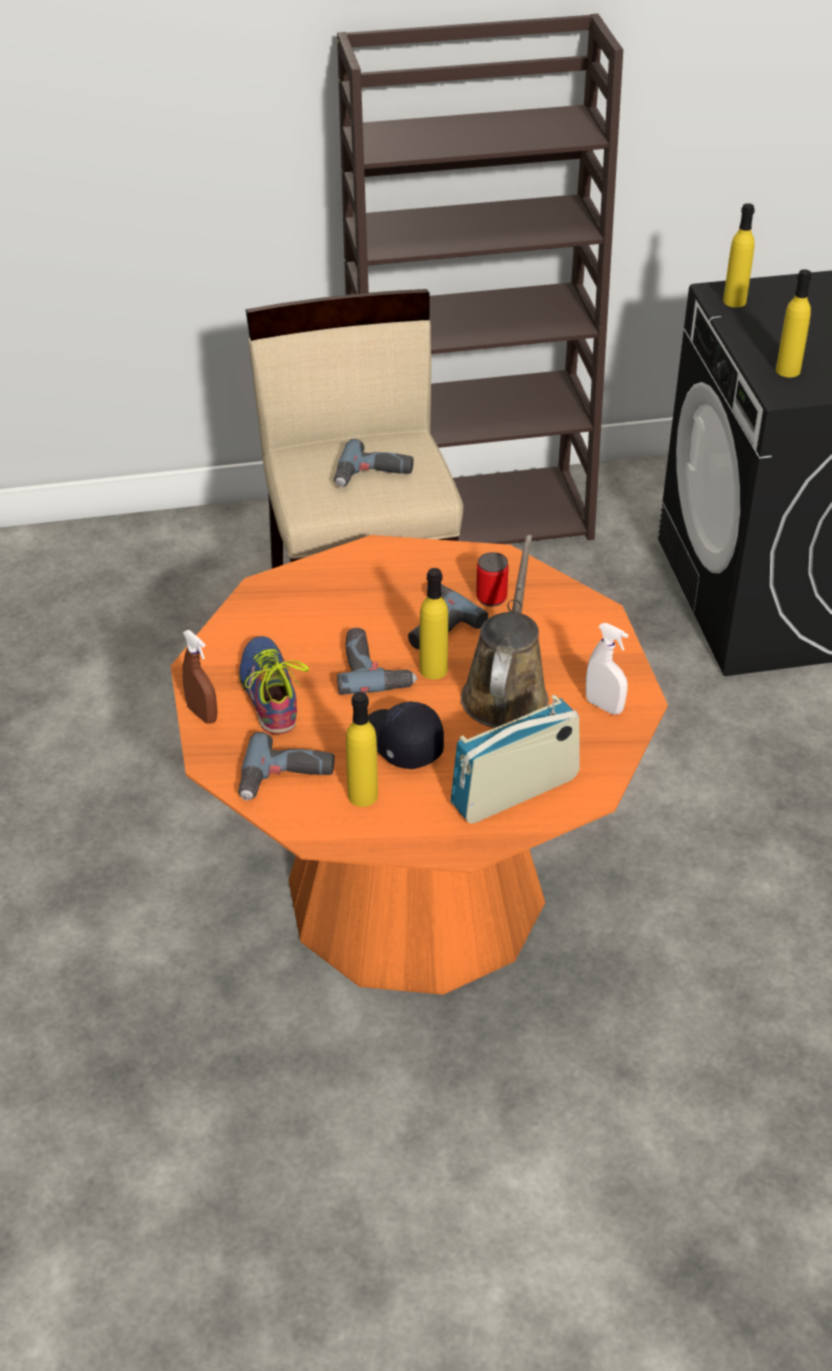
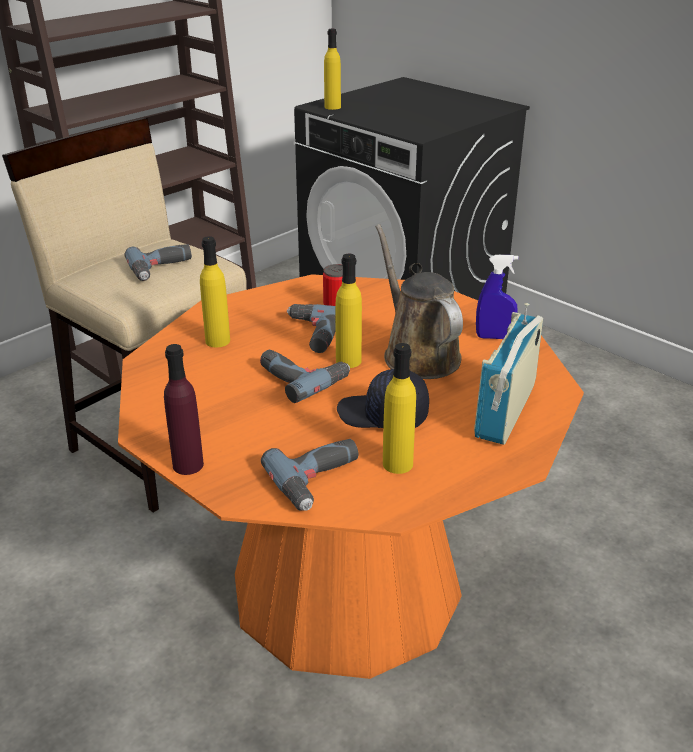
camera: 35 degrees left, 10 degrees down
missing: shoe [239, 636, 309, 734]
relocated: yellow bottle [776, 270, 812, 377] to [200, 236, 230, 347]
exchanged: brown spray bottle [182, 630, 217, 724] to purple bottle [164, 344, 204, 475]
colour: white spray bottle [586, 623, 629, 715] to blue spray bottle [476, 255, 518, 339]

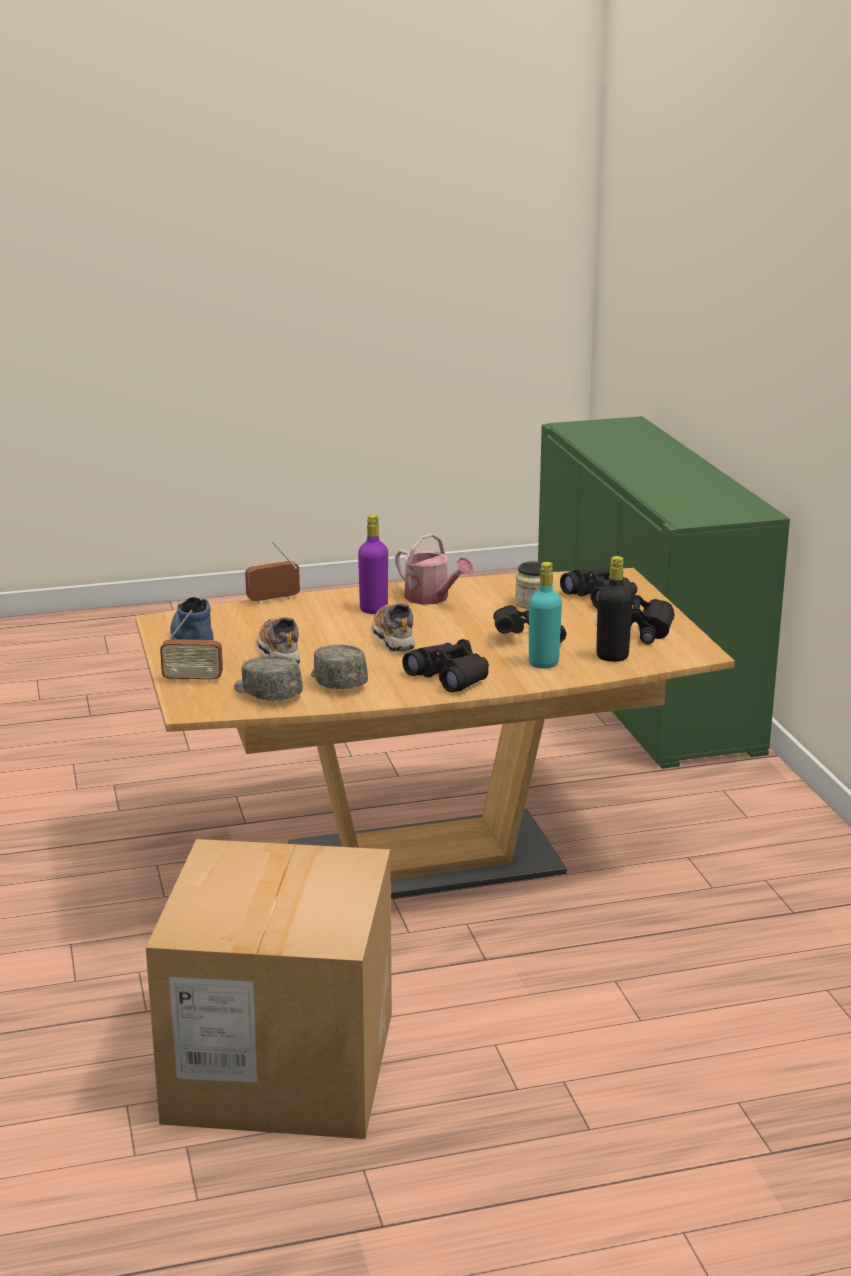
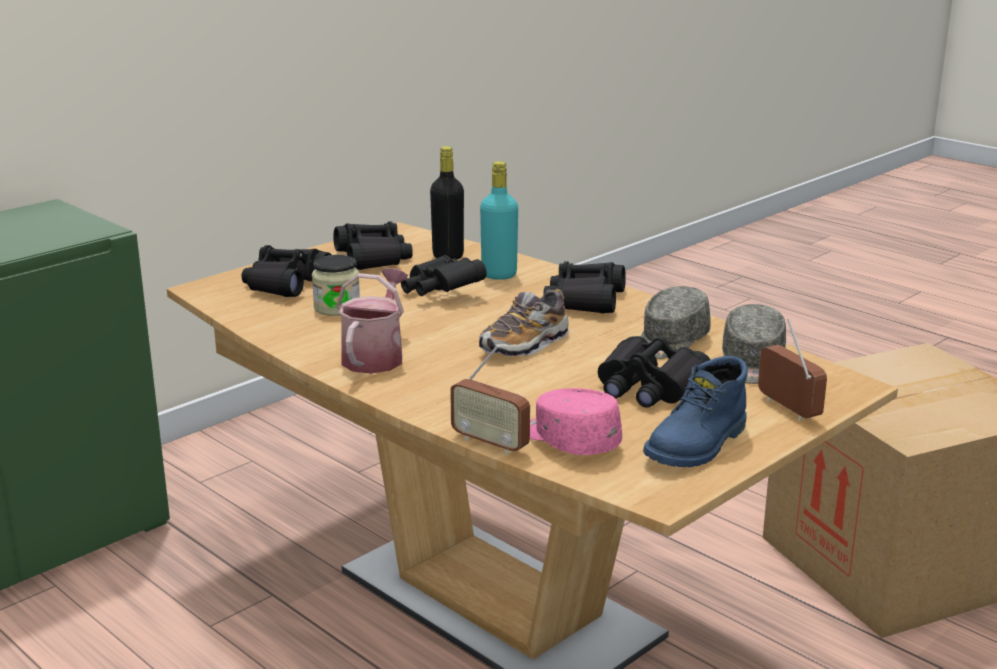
camera: 120 degrees left, 0 degrees up
missing: purple bottle [358, 514, 388, 614]
appeared: pink cap [530, 388, 622, 455]
exchanged: shoe [257, 617, 300, 664] to black binoculars [598, 336, 711, 408]

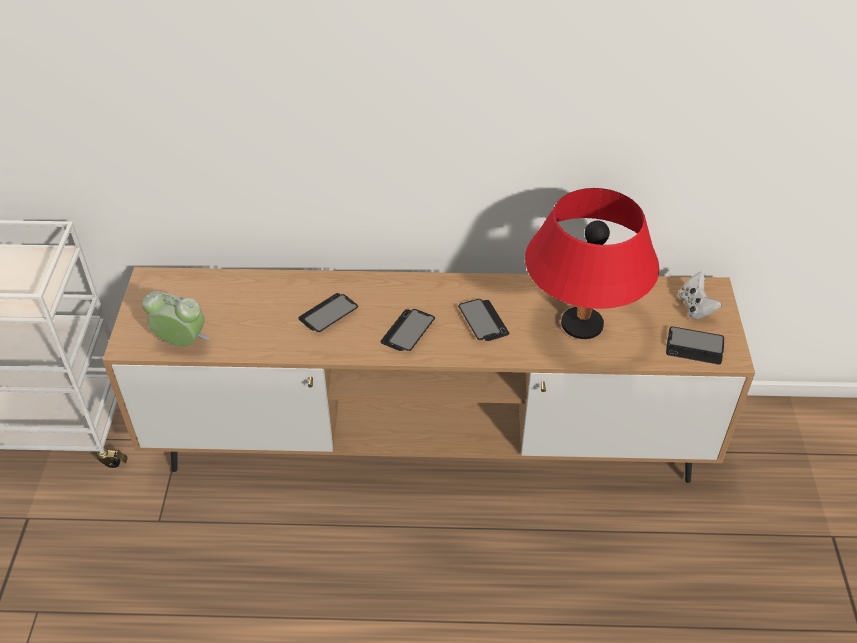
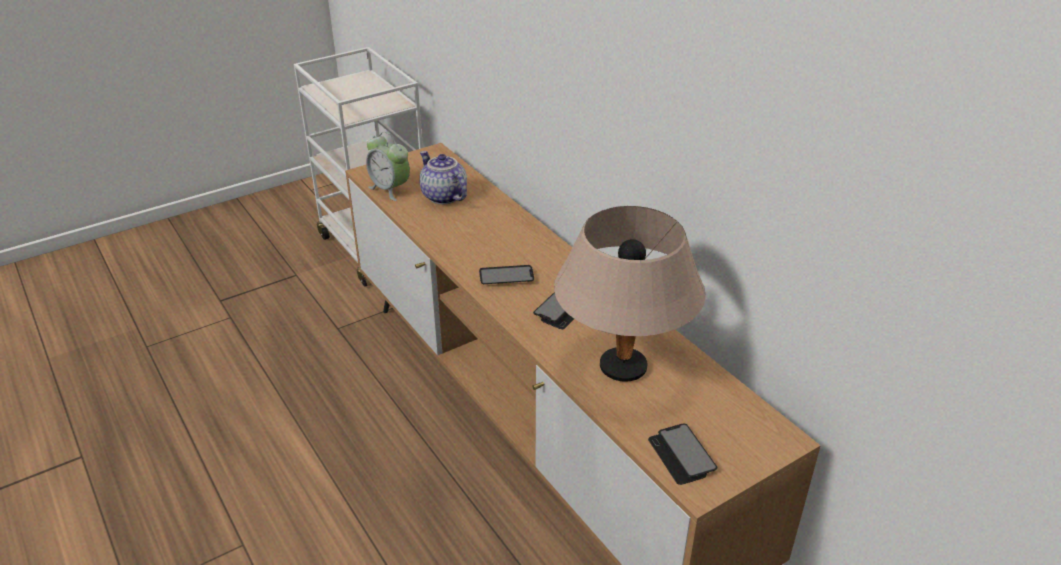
camera: 55 degrees right, 10 degrees down
missing: phone [298, 293, 358, 332]; white game controller [679, 272, 722, 320]
appeared: teapot [419, 151, 467, 204]
colour: red table lamp [525, 188, 659, 339] to beige table lamp [554, 206, 706, 382]
spun: alarm clock [142, 291, 210, 346] = [366, 132, 410, 201] 150 degrees clockwise

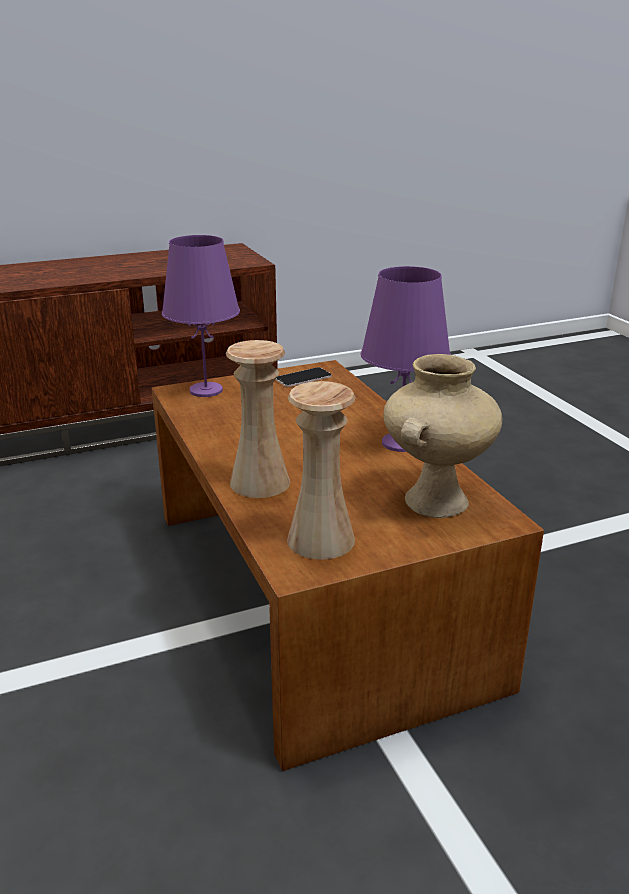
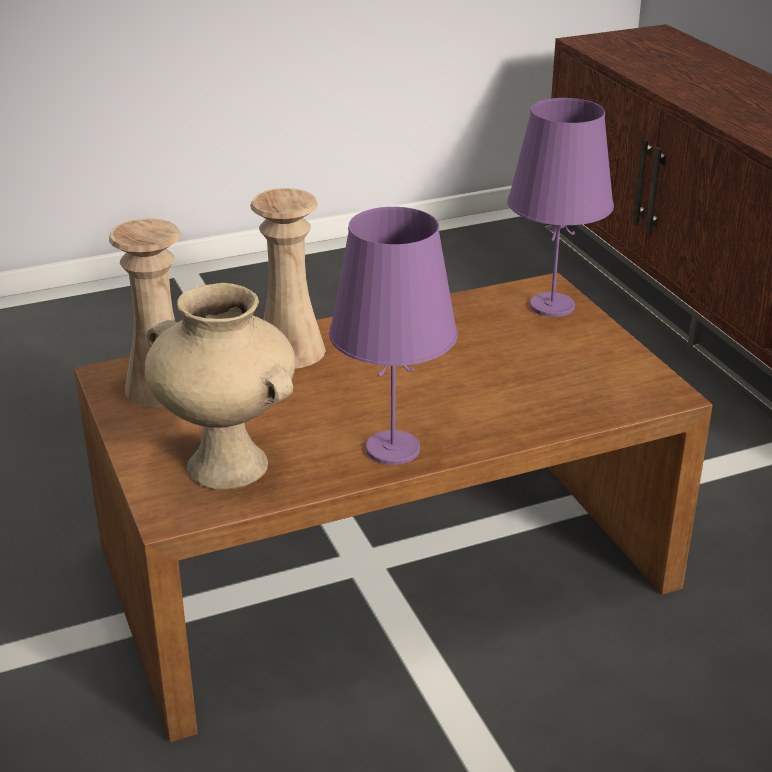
camera: 90 degrees right, 5 degrees up
missing: phone [275, 367, 332, 387]

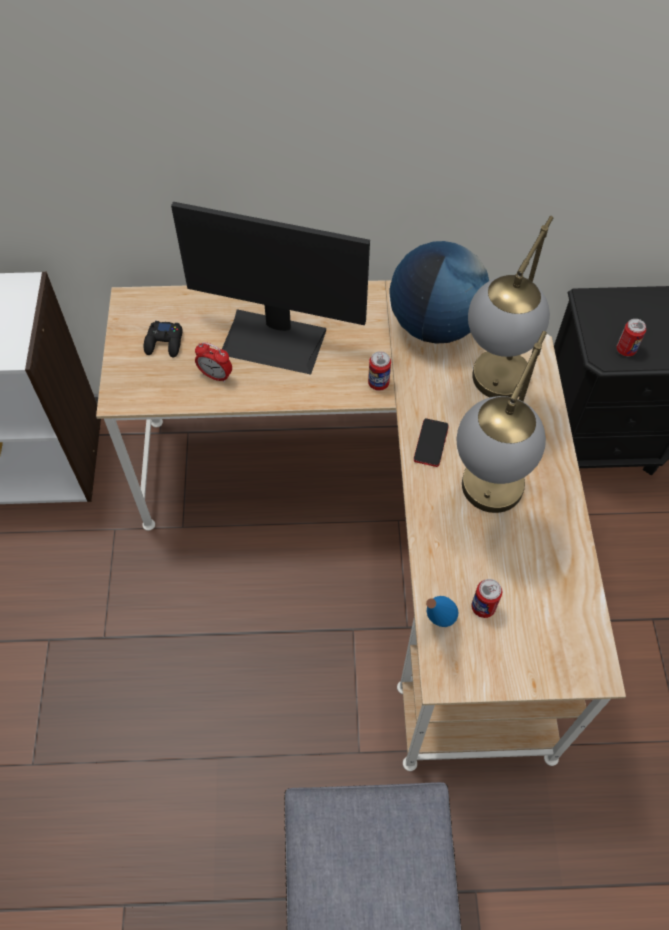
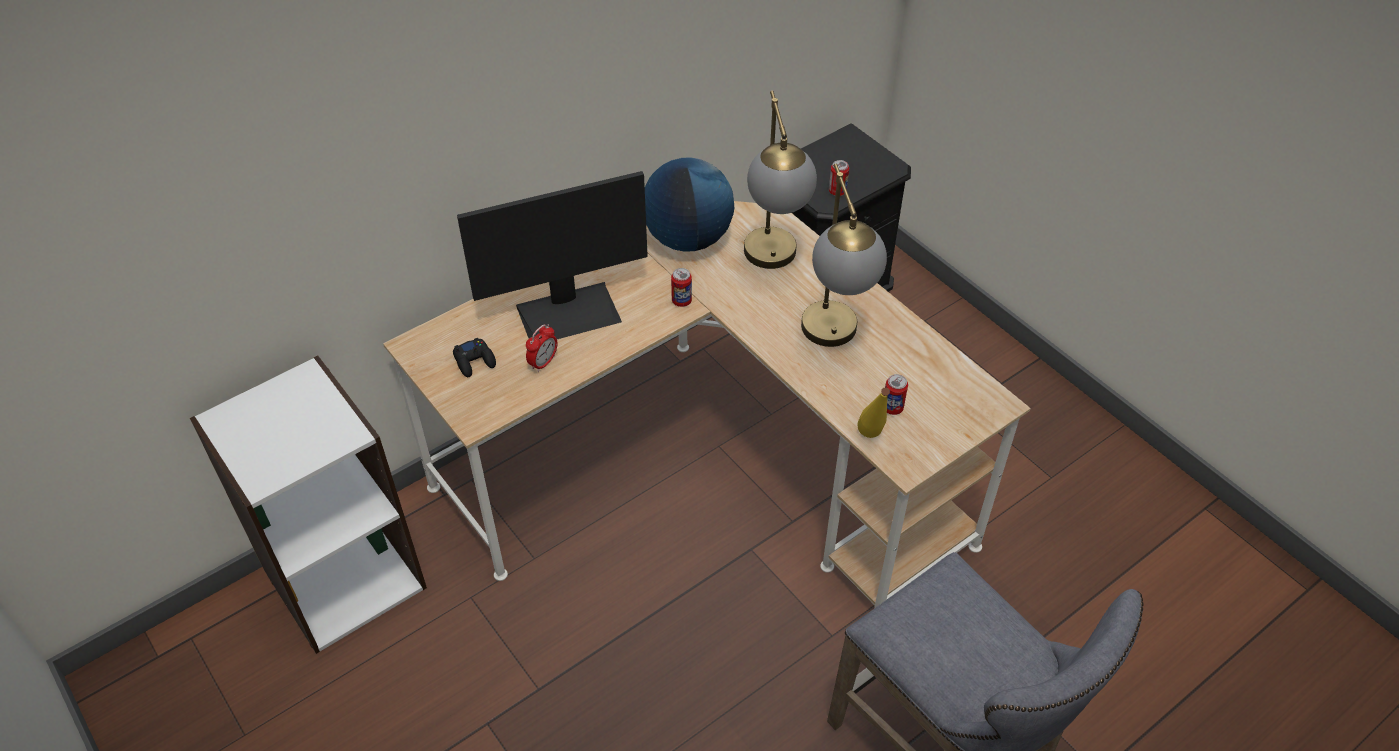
camera: 35 degrees left, 10 degrees down
missing: phone [414, 418, 449, 467]
colour: blue bottle [426, 596, 458, 627] to yellow bottle [857, 387, 890, 438]
spun: alarm clock [195, 342, 232, 383] = [526, 324, 557, 372] 45 degrees counterclockwise

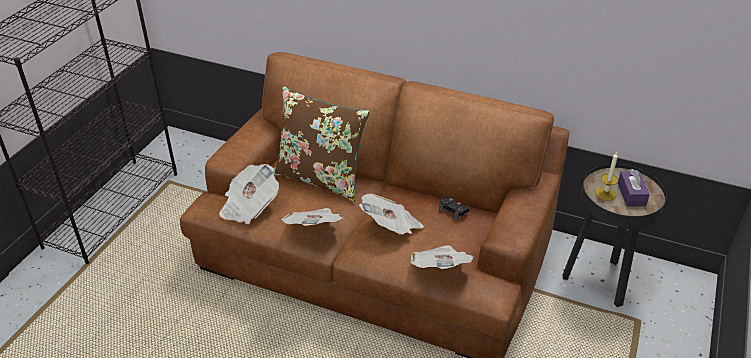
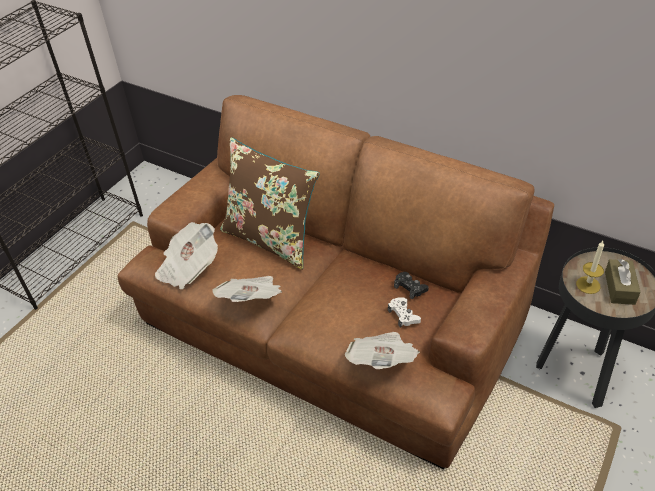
camera: 10 degrees right, 5 degrees up
missing: newspaper [359, 193, 424, 235]
appeared: white game controller [388, 297, 421, 328]
colour: purple tissue box [618, 169, 650, 206] to brown tissue box [605, 259, 641, 305]

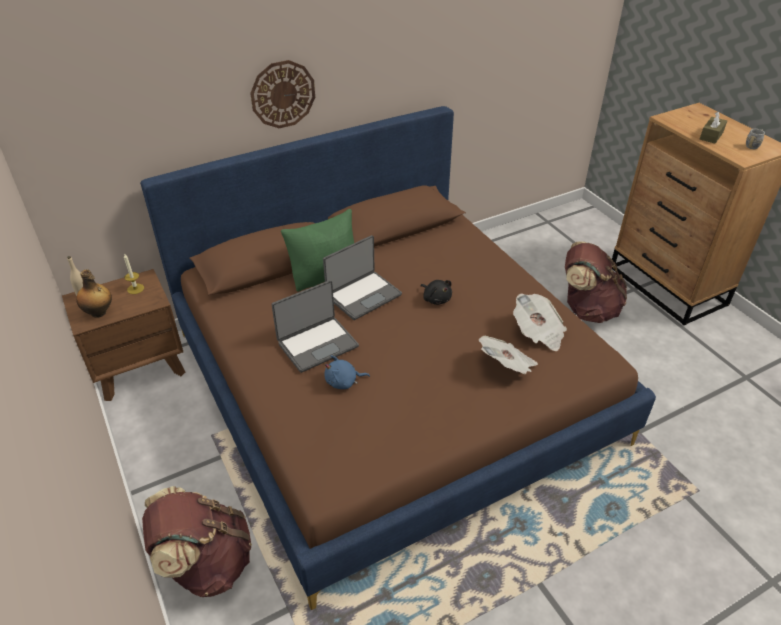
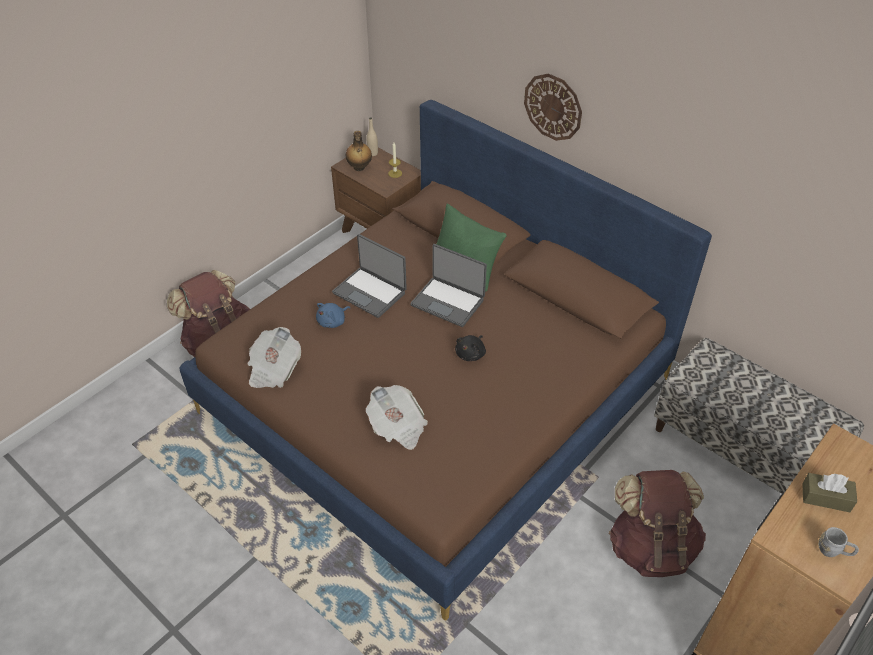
camera: 70 degrees right, 5 degrees up
appeared: bench [654, 338, 864, 494]
relocated: newspaper [513, 293, 567, 351] to [248, 327, 301, 388]
spun: blue plush toy [325, 355, 370, 389] = [316, 303, 350, 328] 105 degrees counterclockwise

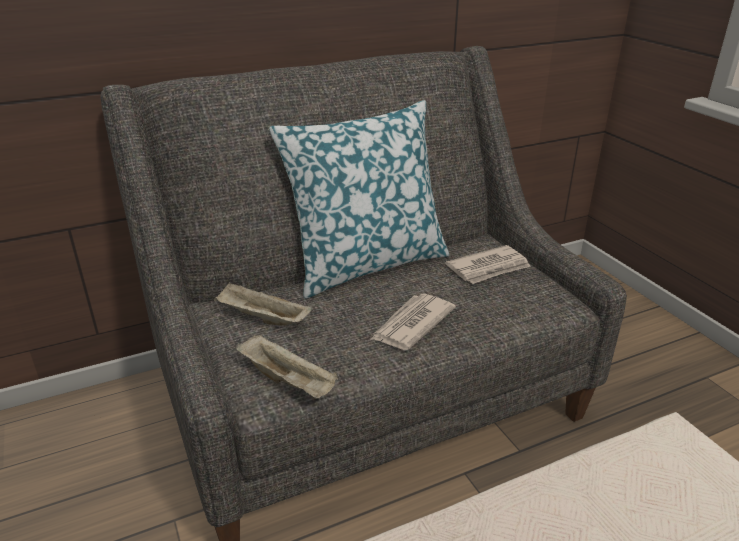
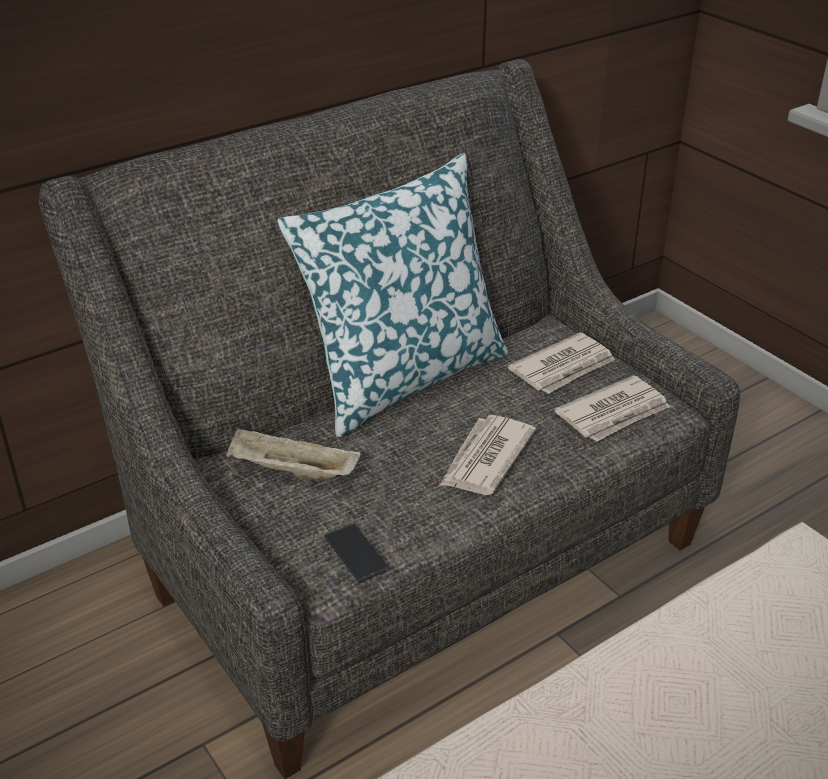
camera: 10 degrees left, 5 degrees up
appeared: newspaper [554, 375, 670, 442]
exchanged: beige tray [236, 334, 338, 399] to phone [324, 523, 390, 583]

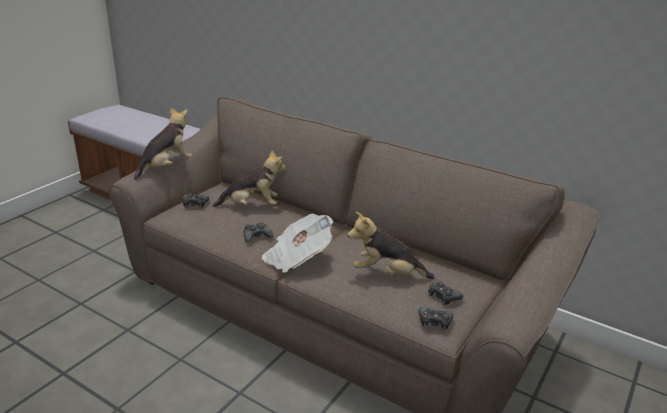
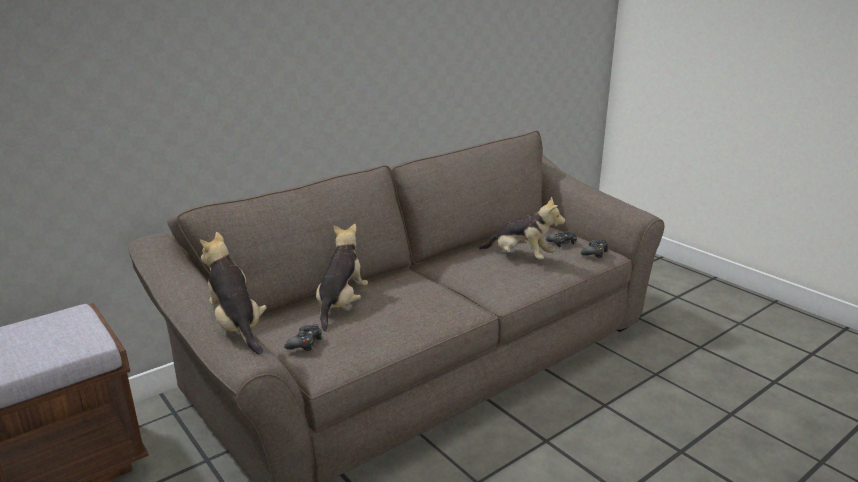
camera: 70 degrees left, 5 degrees down
missing: black game controller [243, 223, 273, 243]; newspaper [262, 213, 333, 273]
spun: plush toy [348, 212, 435, 279] = [479, 196, 565, 260] 90 degrees counterclockwise

